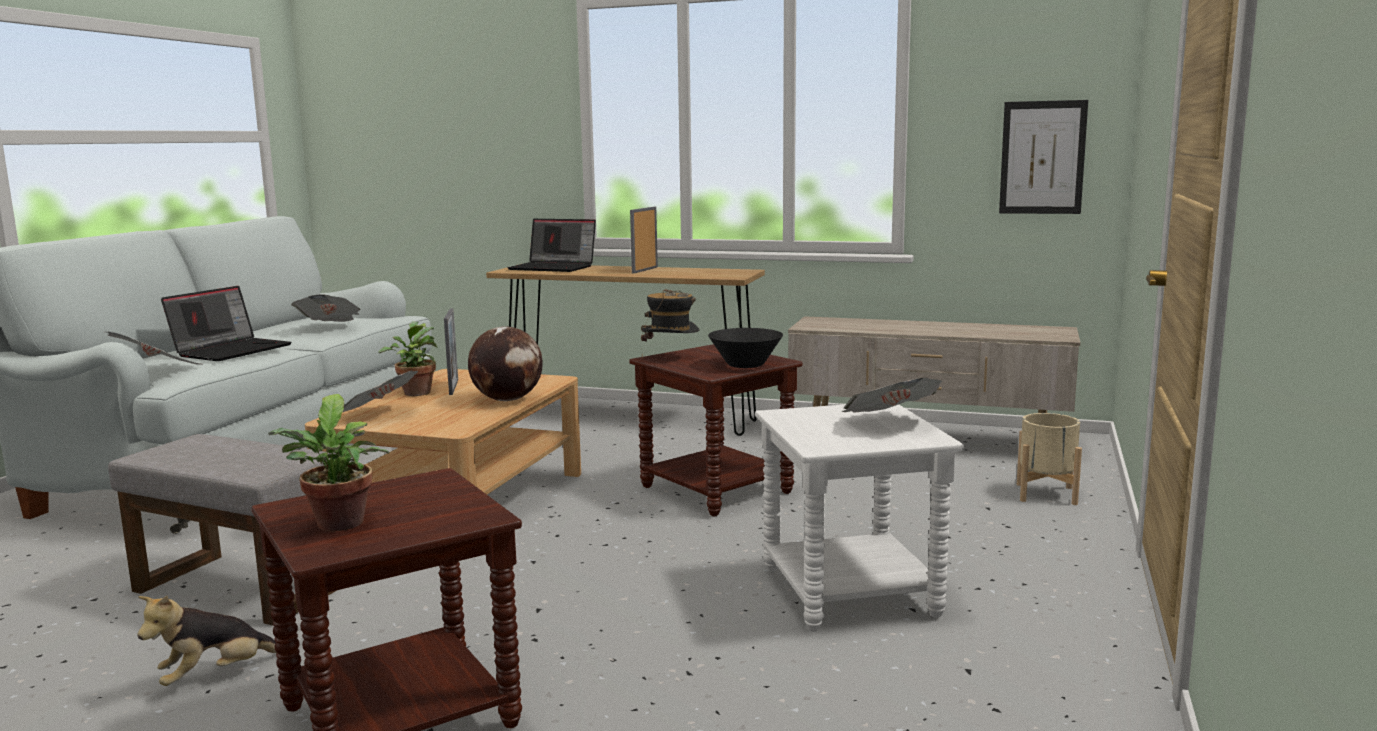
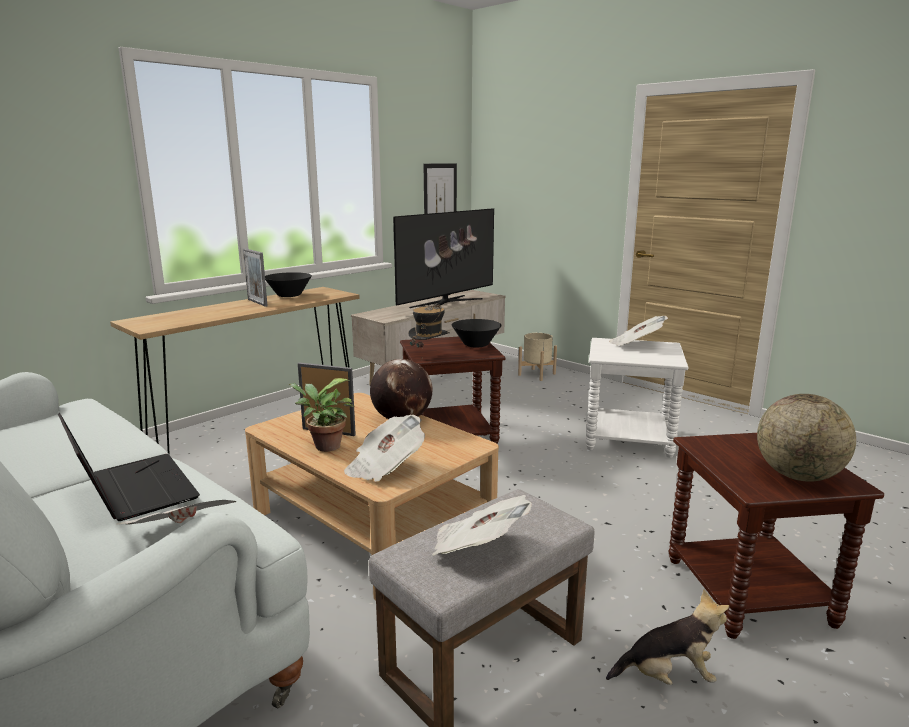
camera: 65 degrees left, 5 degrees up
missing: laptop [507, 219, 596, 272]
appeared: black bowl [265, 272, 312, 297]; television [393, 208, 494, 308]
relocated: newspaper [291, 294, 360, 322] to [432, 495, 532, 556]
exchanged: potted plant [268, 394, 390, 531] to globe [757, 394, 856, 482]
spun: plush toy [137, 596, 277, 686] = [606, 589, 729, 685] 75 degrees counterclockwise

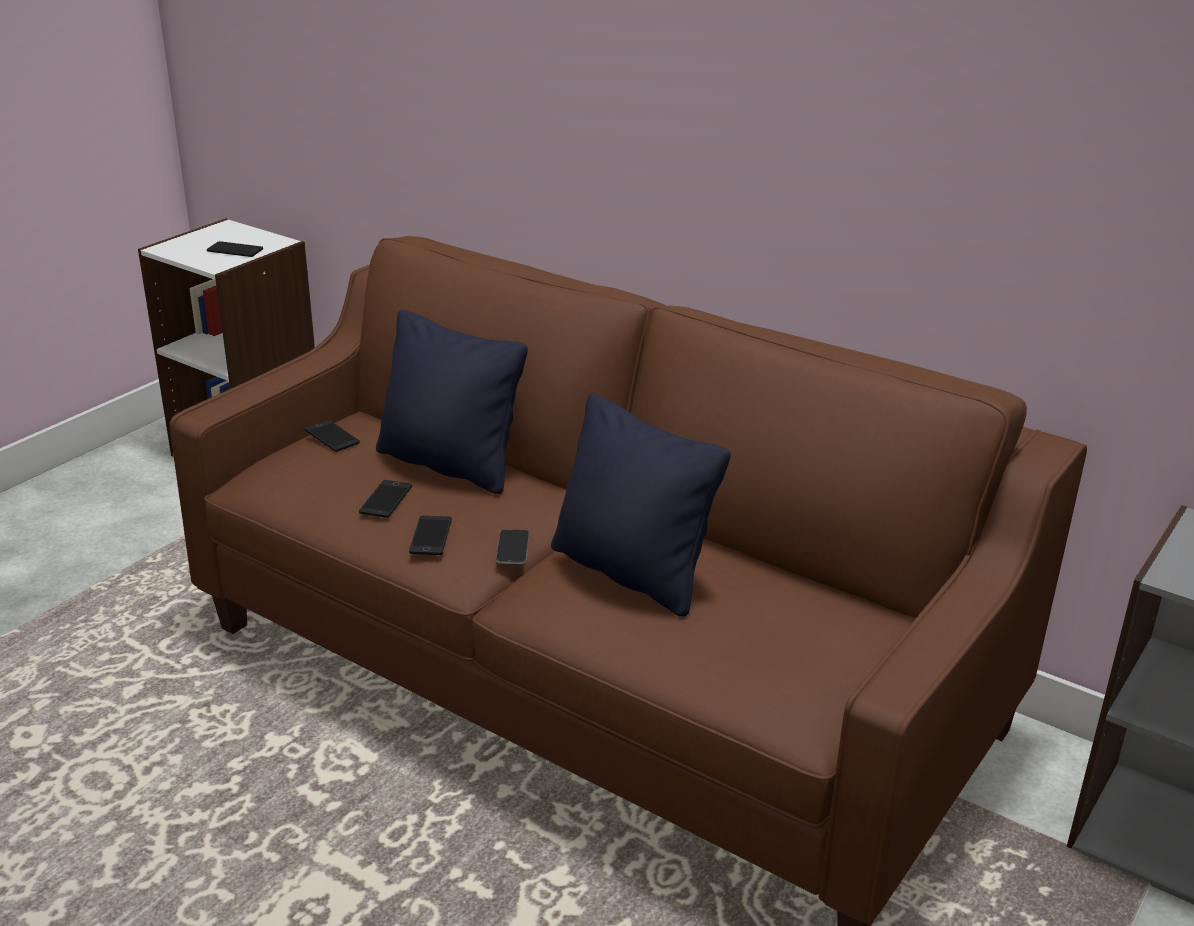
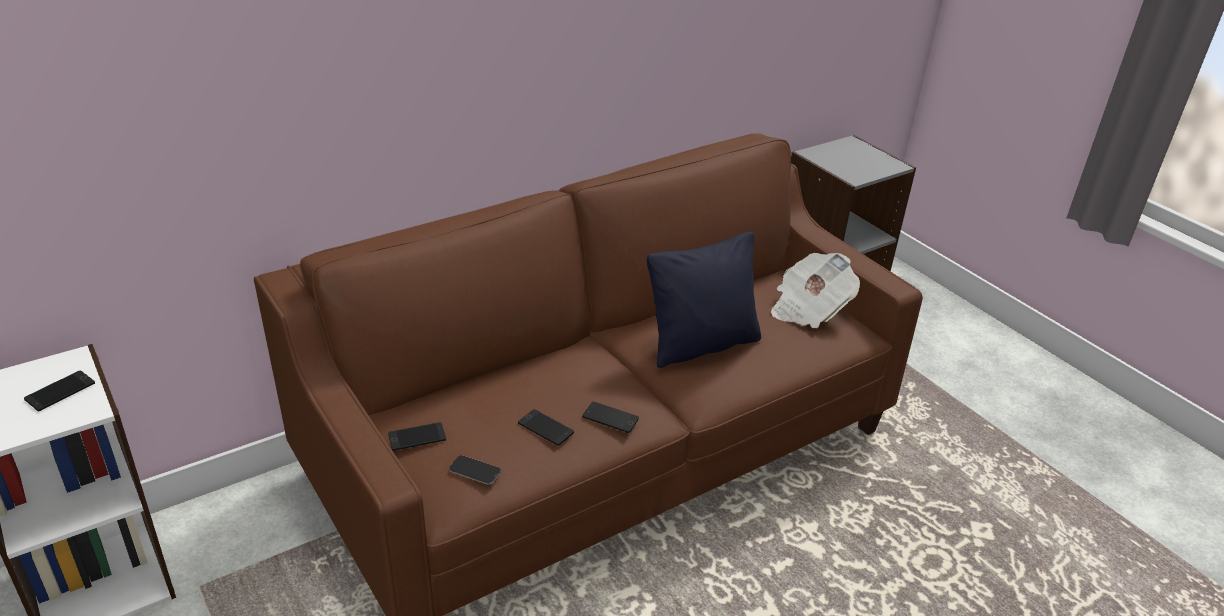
camera: 70 degrees left, 5 degrees up
missing: black pillow [376, 310, 528, 494]
appeared: newspaper [771, 253, 860, 328]
relocated: phone [496, 530, 529, 564] to [449, 455, 501, 485]

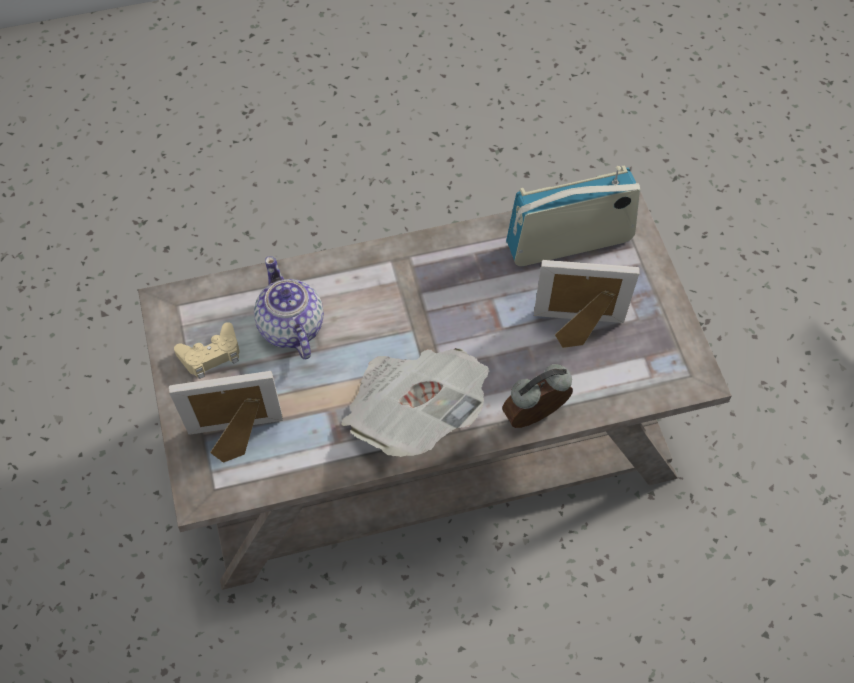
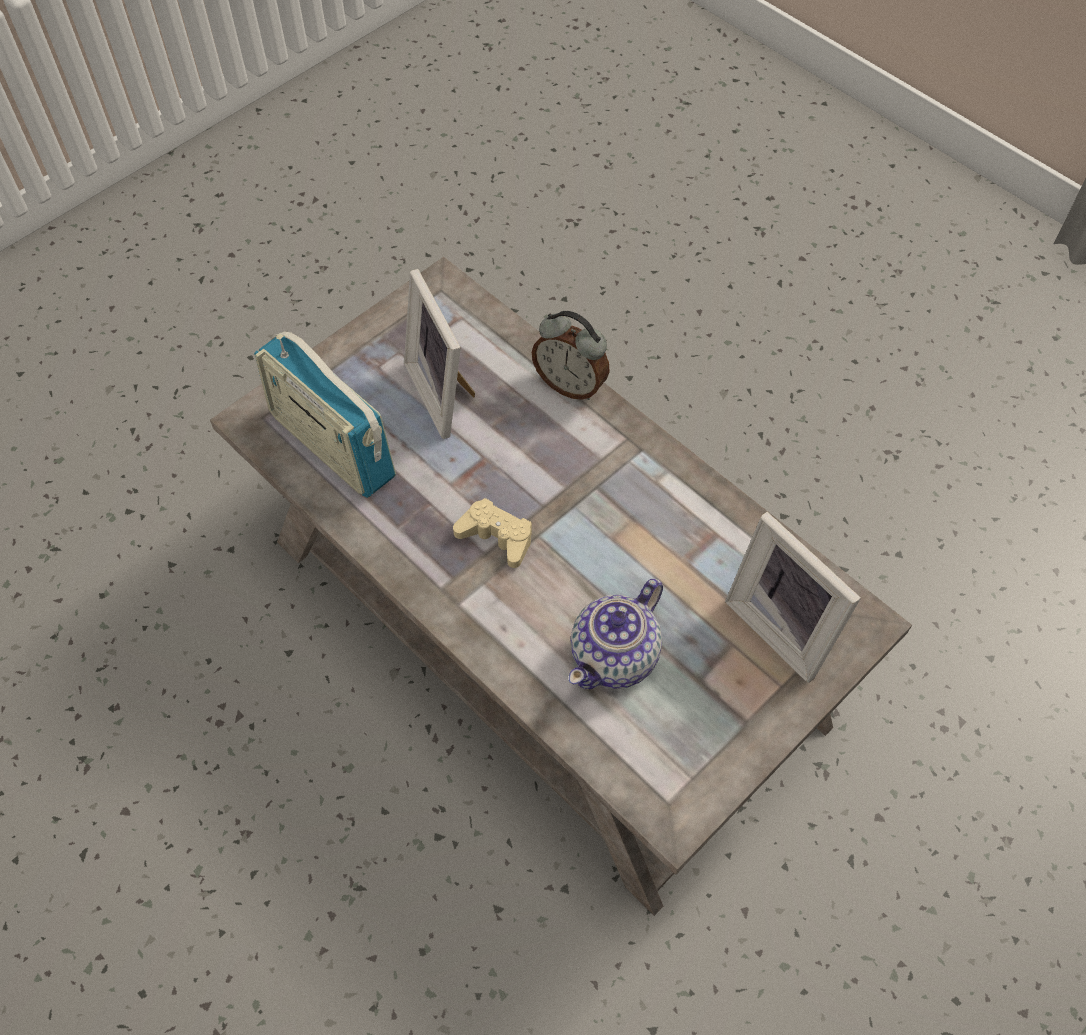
camera: 120 degrees left, 0 degrees up
missing: newspaper [341, 348, 490, 457]
relocated: beige game controller [174, 322, 239, 379] to [453, 498, 532, 568]

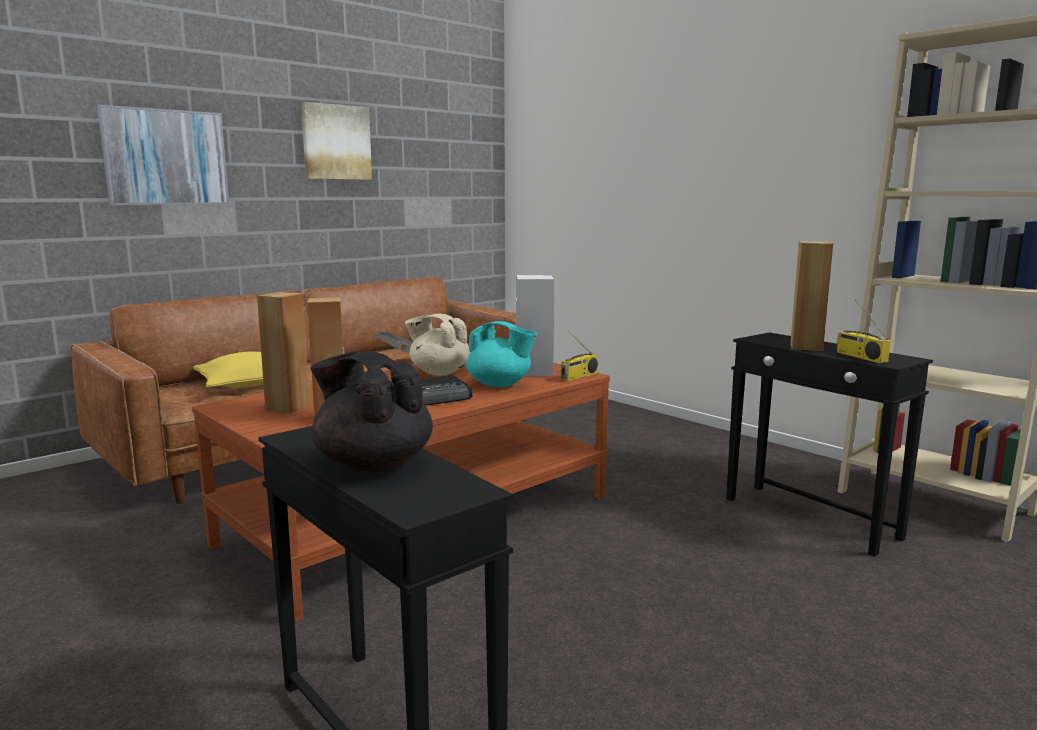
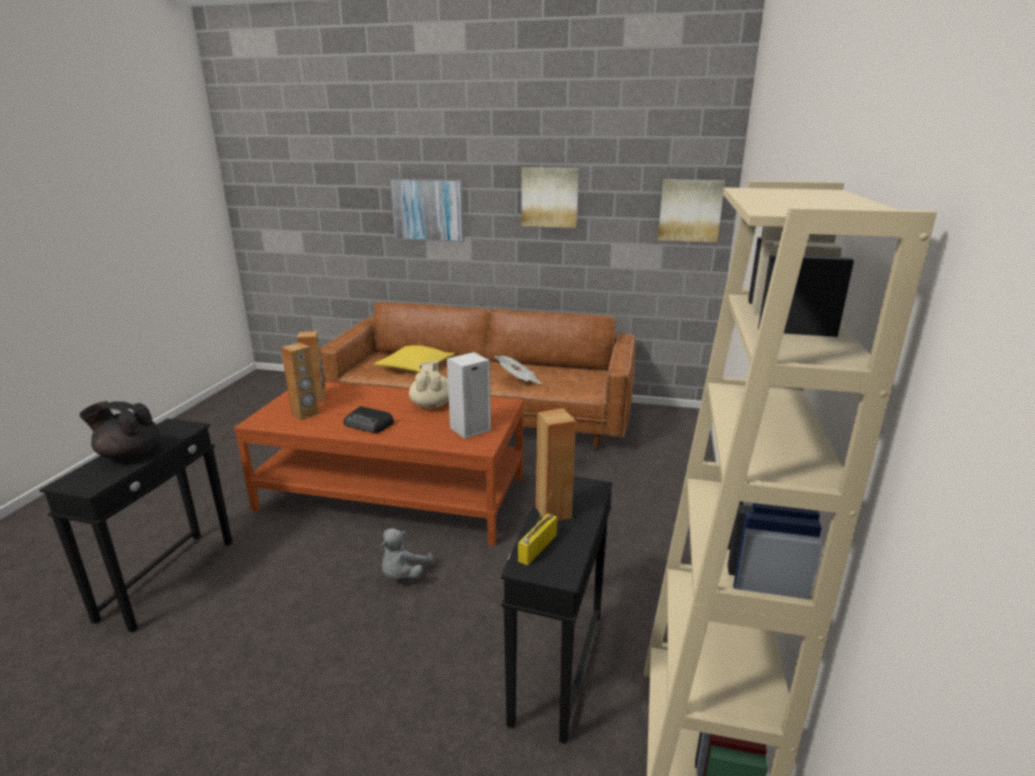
camera: 55 degrees right, 10 degrees up
missing: turquoise teapot [466, 321, 537, 387]; radio [561, 331, 598, 381]
appeared: grey plush toy [381, 528, 434, 579]; picture [658, 179, 725, 242]
spun: black teapot [310, 351, 433, 472] = [80, 401, 160, 460] 90 degrees counterclockwise

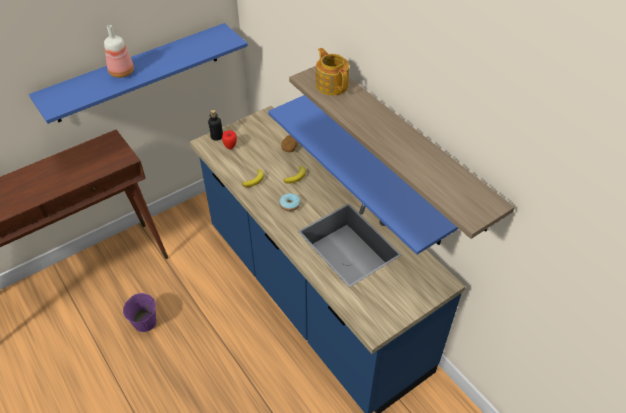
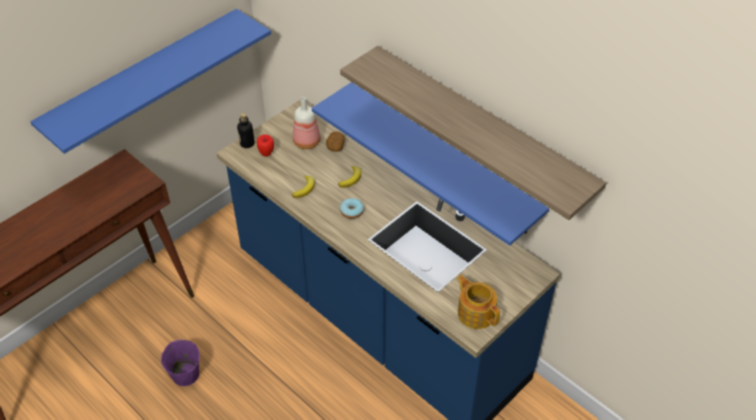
camera: 10 degrees left, 0 degrees up
relocated: bottle [104, 25, 134, 78] to [293, 97, 321, 149]; teapot [316, 48, 349, 95] to [457, 275, 500, 329]

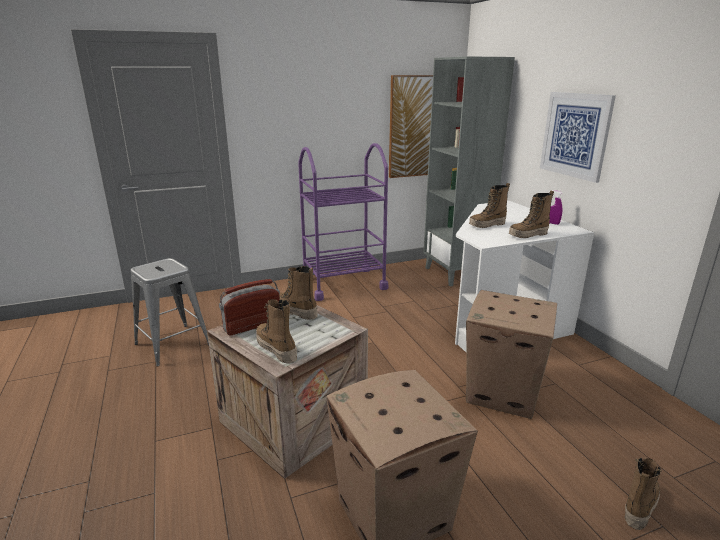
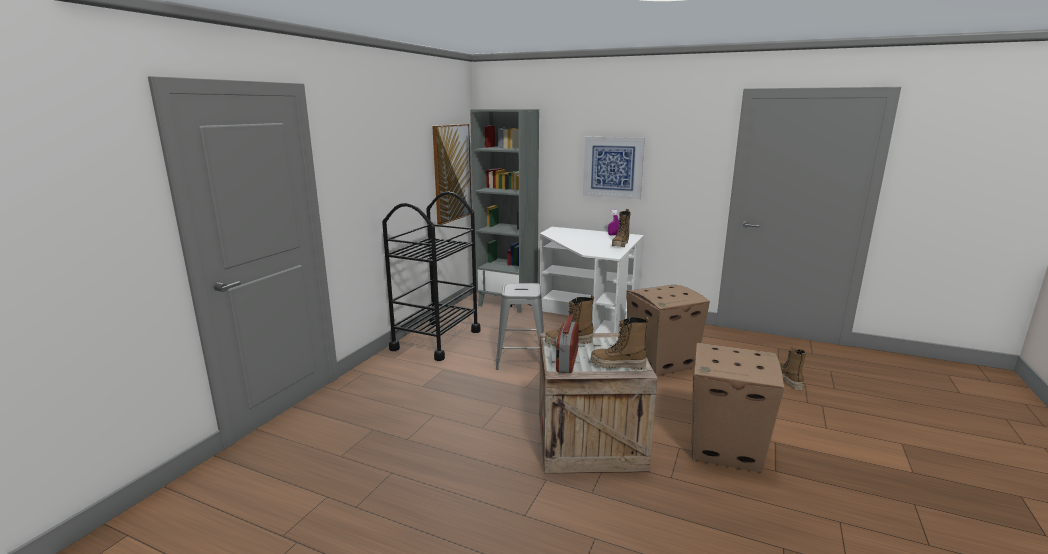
camera: 45 degrees left, 5 degrees down
missing: boot [469, 183, 510, 228]
relocated: grey stool [131, 258, 209, 367] to [496, 283, 545, 370]
colour: purple cart [298, 143, 388, 301] to black cart [382, 192, 481, 361]

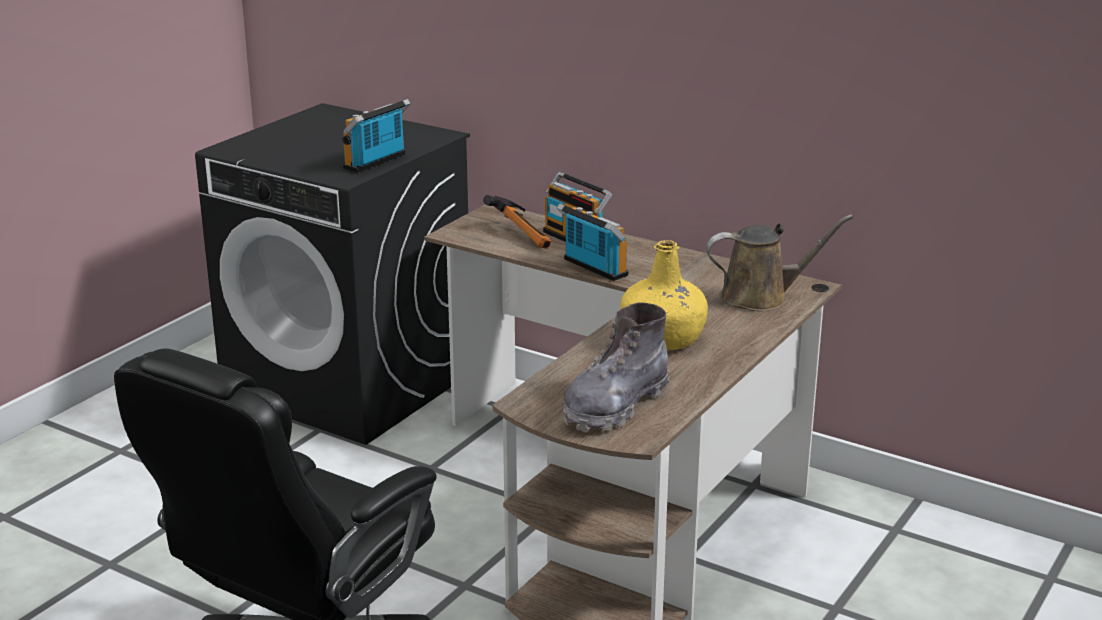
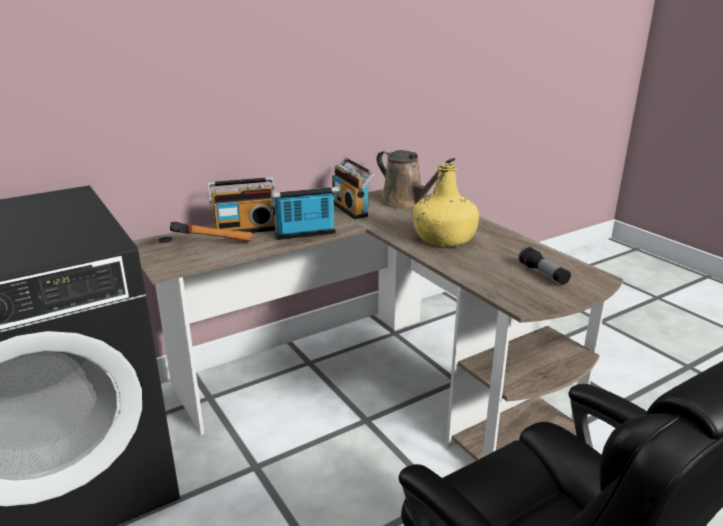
camera: 65 degrees left, 0 degrees up
relocated: radio [342, 99, 411, 173] to [332, 157, 375, 219]
exchanged: grey boot [563, 302, 669, 432] to flashlight [519, 246, 571, 285]
spun: brown watering can [706, 215, 853, 312] = [376, 150, 455, 210] 120 degrees clockwise

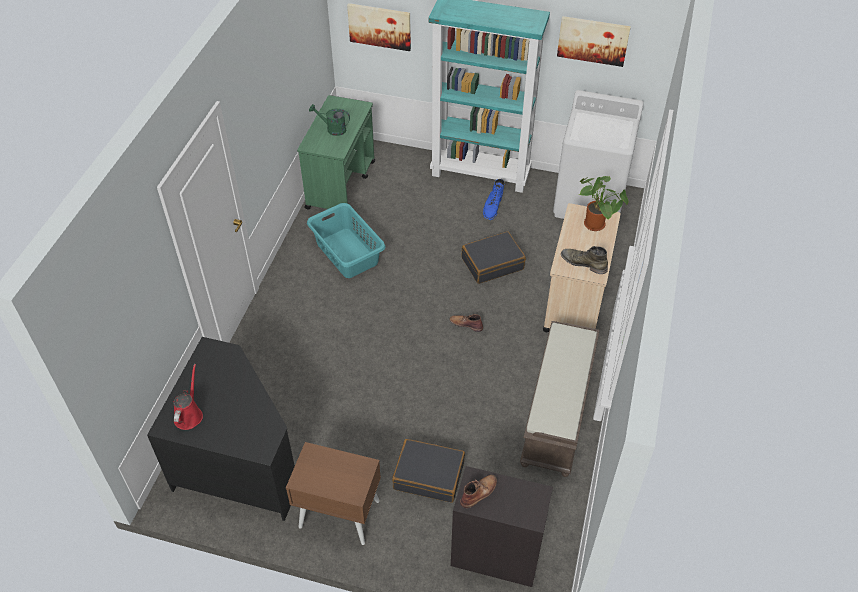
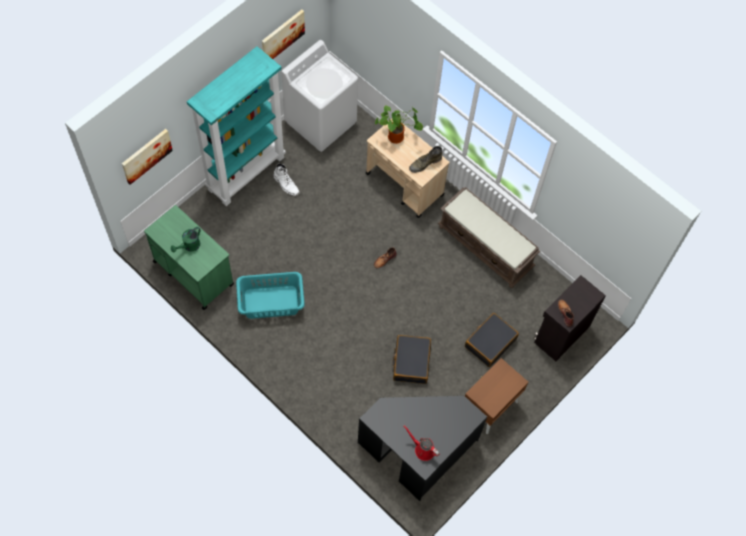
camera: 65 degrees left, 15 degrees up
relocated: black suitcase [462, 231, 526, 284] to [392, 335, 431, 384]
colour: blue boot [483, 179, 505, 220] to white boot [273, 163, 300, 196]

